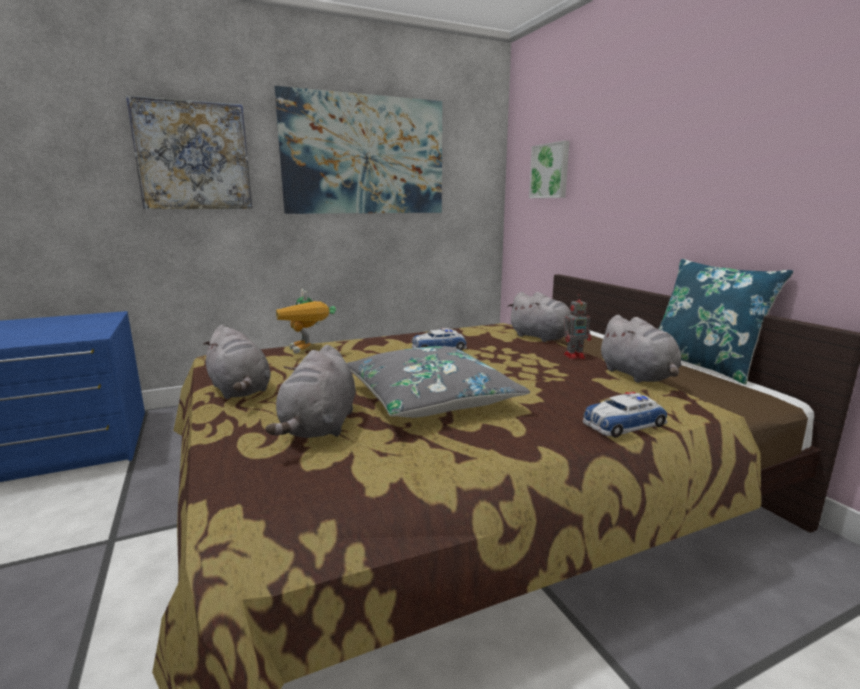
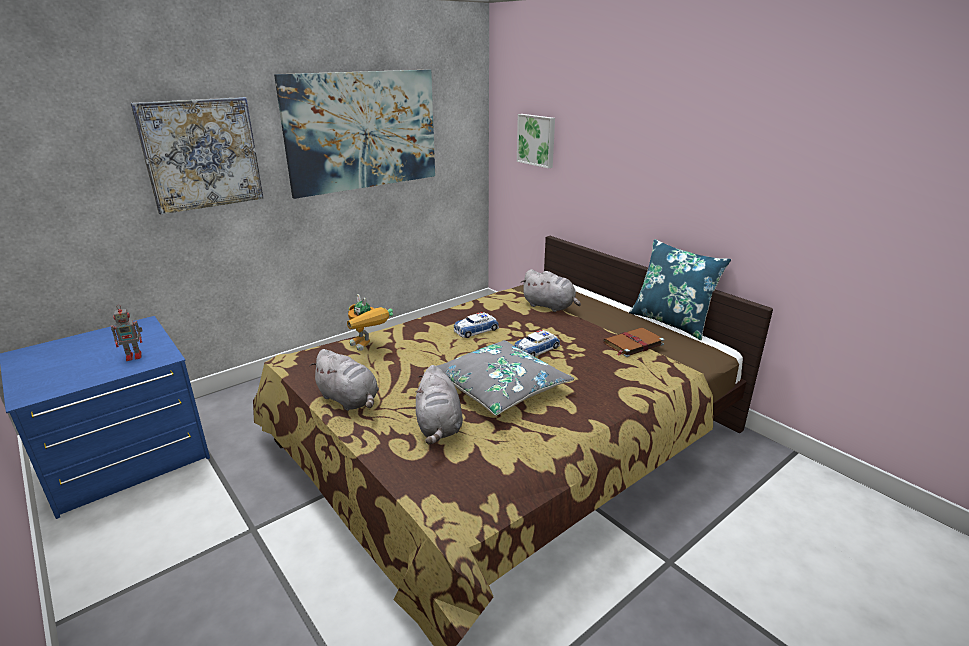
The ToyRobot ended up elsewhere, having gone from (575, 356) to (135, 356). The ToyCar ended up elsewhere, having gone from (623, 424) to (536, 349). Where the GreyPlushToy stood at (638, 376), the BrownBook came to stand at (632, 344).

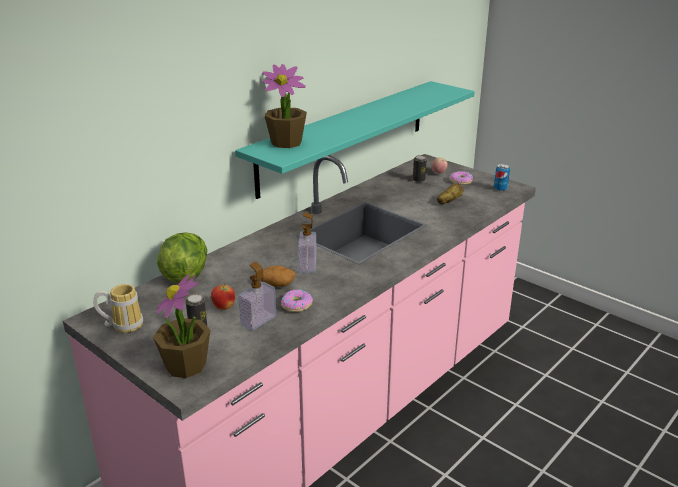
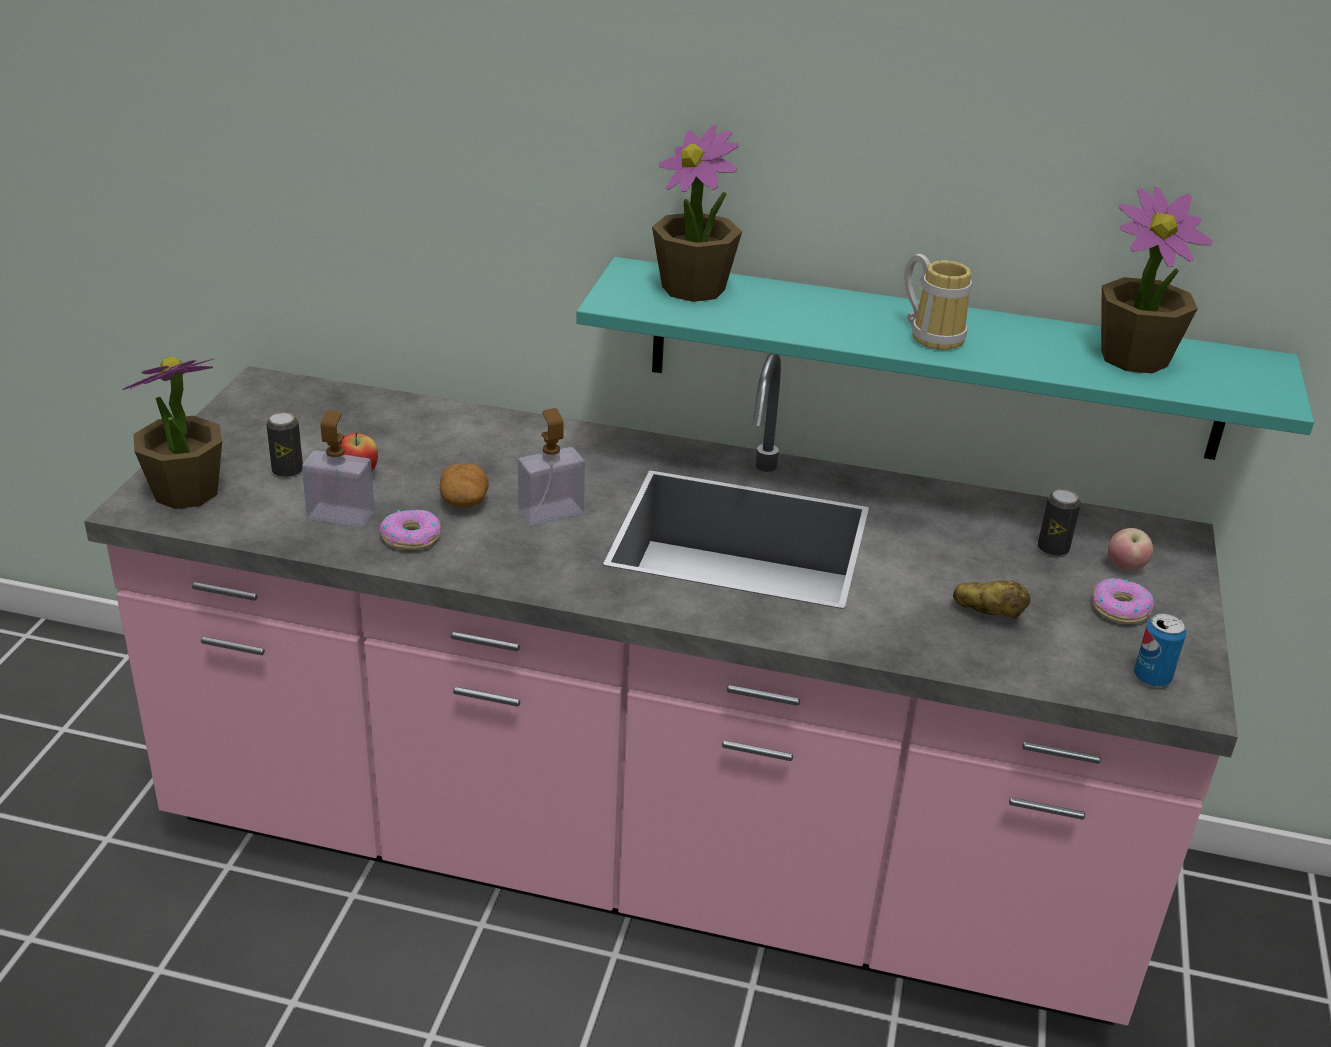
The Mug ended up elsewhere, having gone from (123, 324) to (933, 335). The second view lost the Lettuce at (186, 274). The second view gained the PottedPlant at (1134, 357).

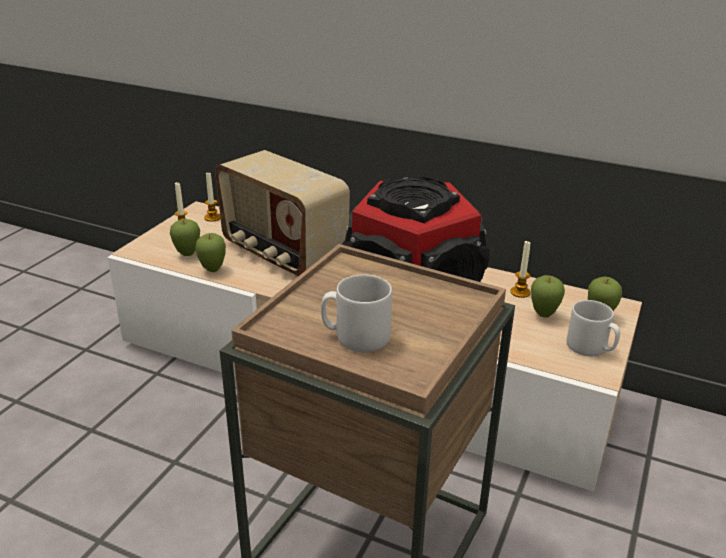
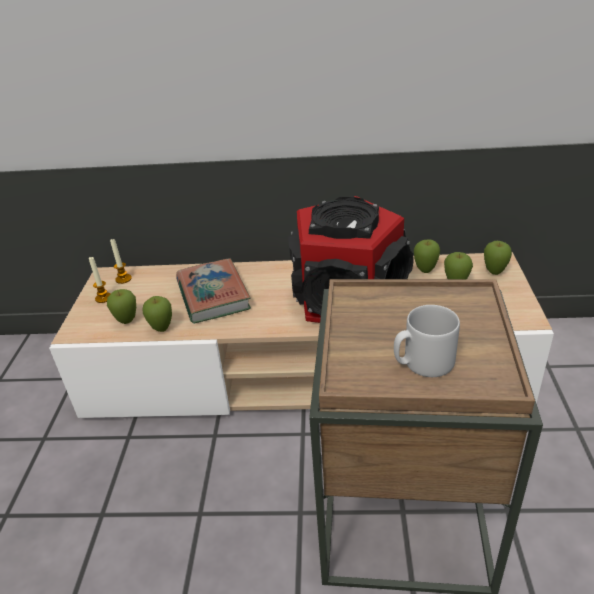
Where the Radio stood at (282, 254), the Book came to stand at (213, 295). Where the Candle stood at (520, 292), the Apple came to stand at (425, 271). The second view lost the GreyMug at (590, 348).

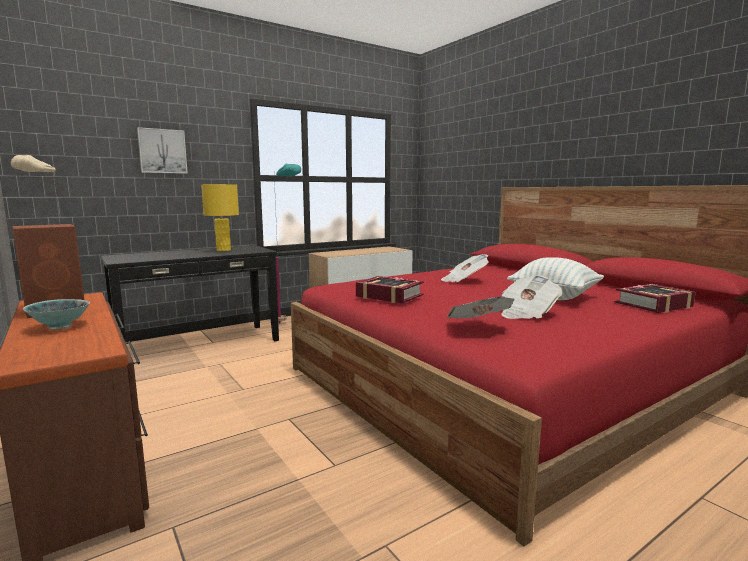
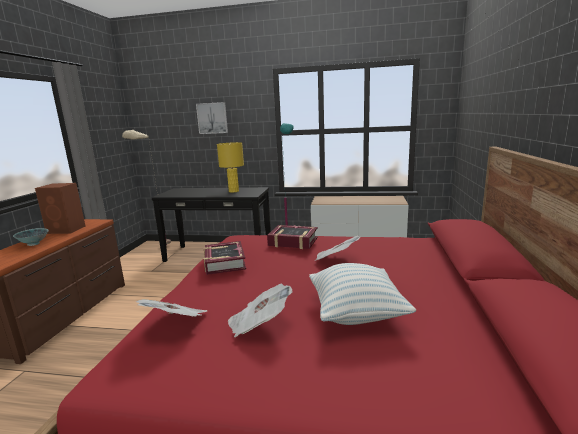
The Book ended up elsewhere, having gone from (654, 305) to (293, 241).

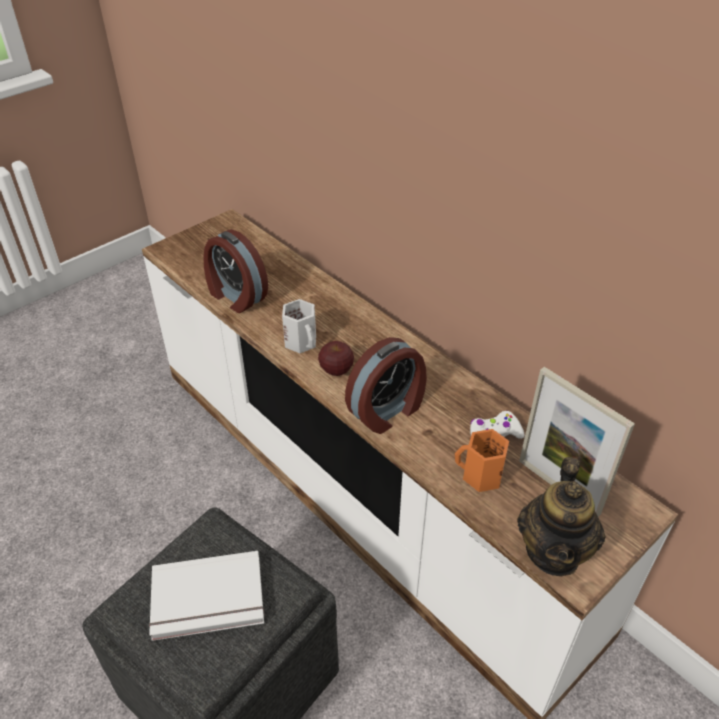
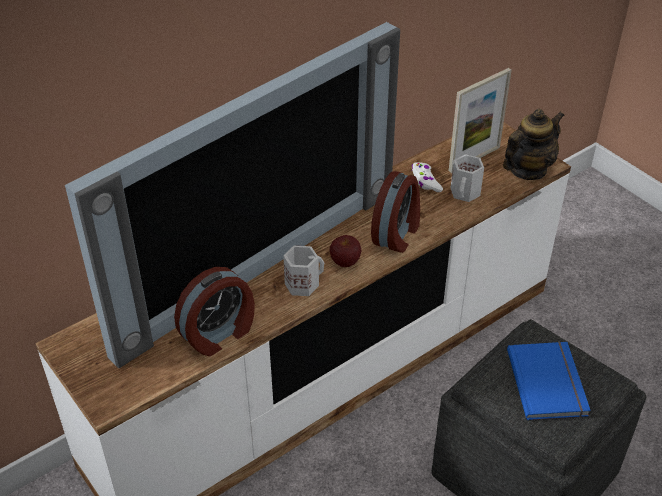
What was the WhiteBook at (208, 600) turned into the BlueBook at (549, 382). The AlarmClock at (388, 410) ended up facing another way, 60 degrees clockwise from before. What was the OrangeMug at (480, 476) turned into the WhiteMug at (465, 193). The Teapot at (554, 551) ended up facing another way, 60 degrees counterclockwise from before. The second view gained the Television at (252, 262).

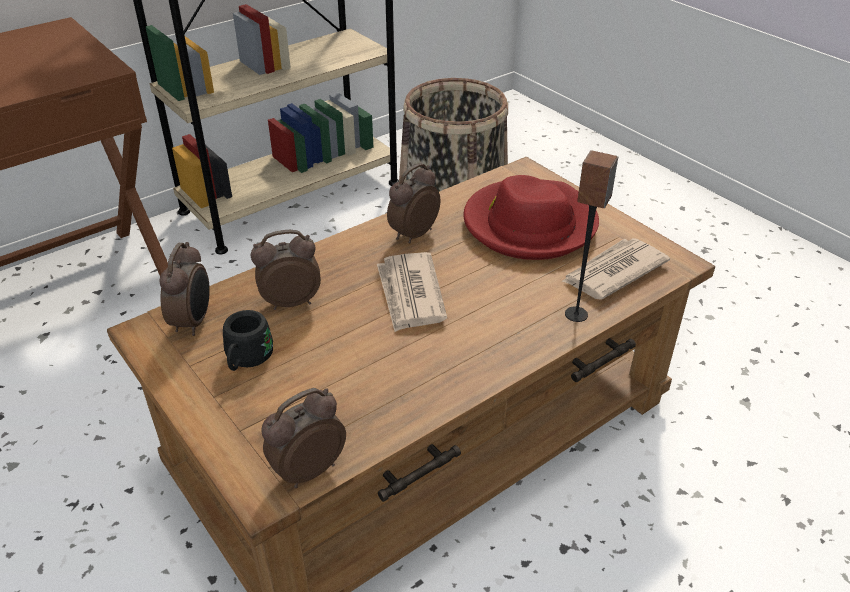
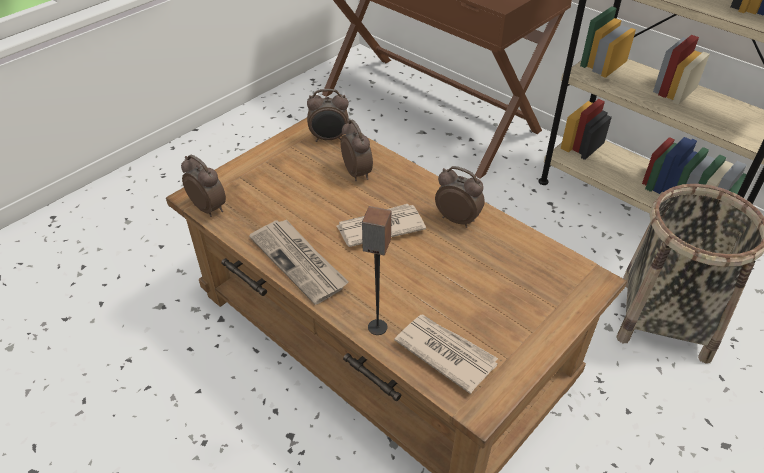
The second view lost the BlackMug at (246, 360). The second view lost the RedHat at (529, 224). The second view gained the Newspaper at (299, 262).

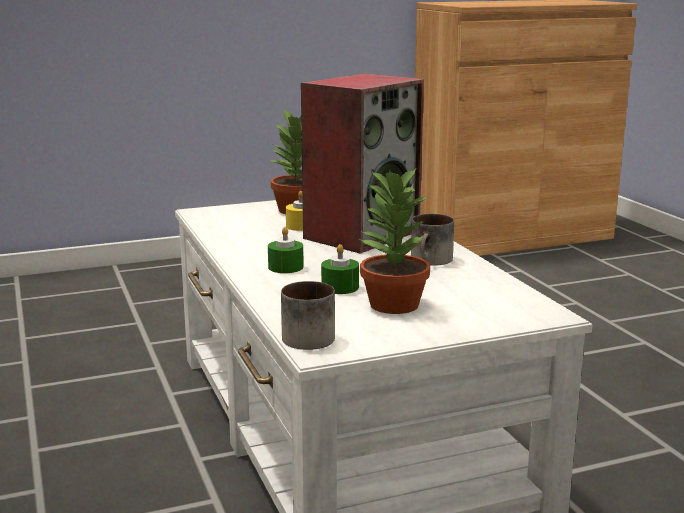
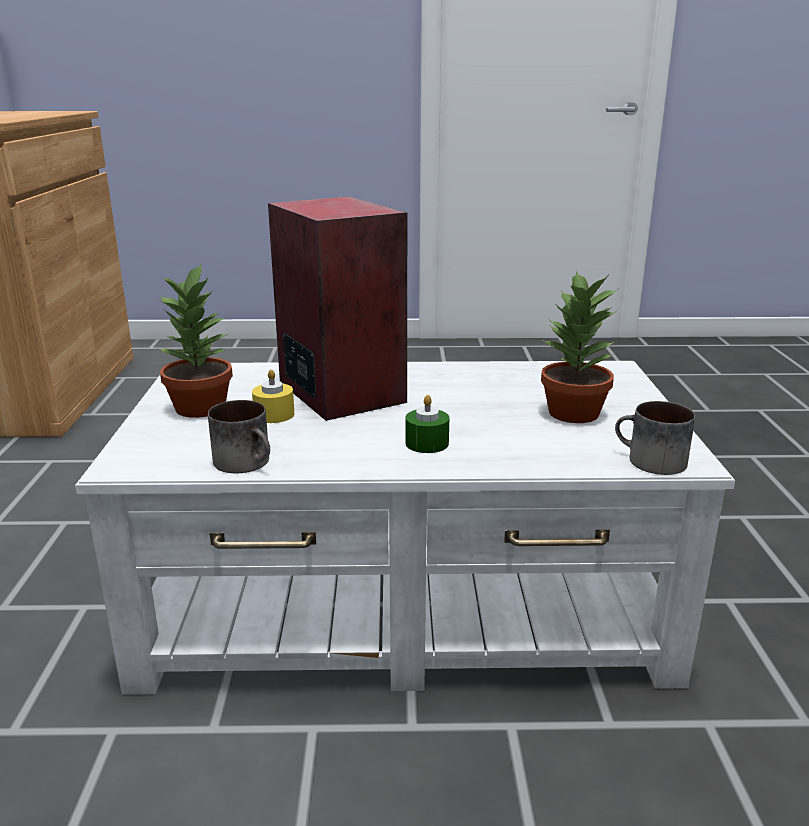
The second view lost the GreenCandle at (340, 287). The Mug ended up elsewhere, having gone from (431, 261) to (248, 462).

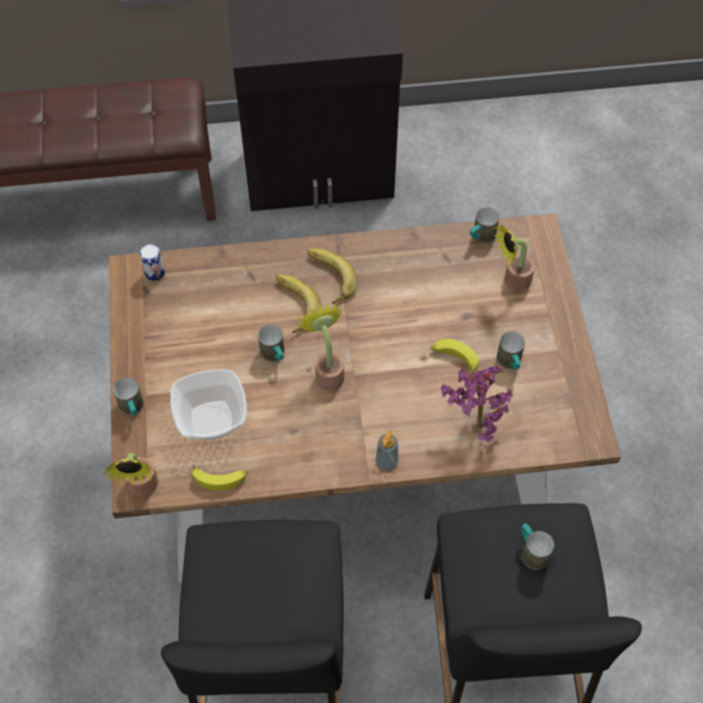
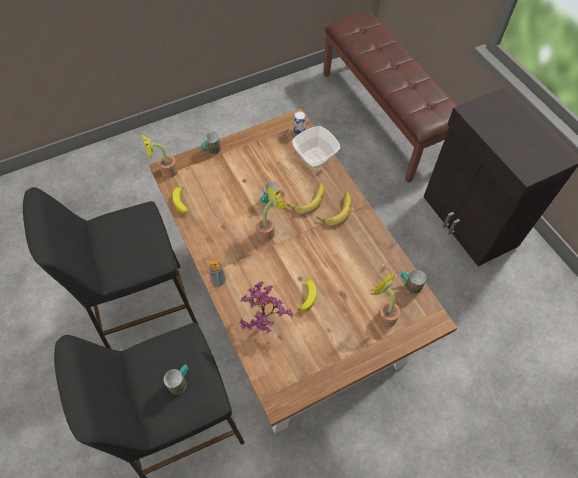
The Bowl ended up elsewhere, having gone from (211, 421) to (314, 157). The second view lost the Mug at (510, 363).

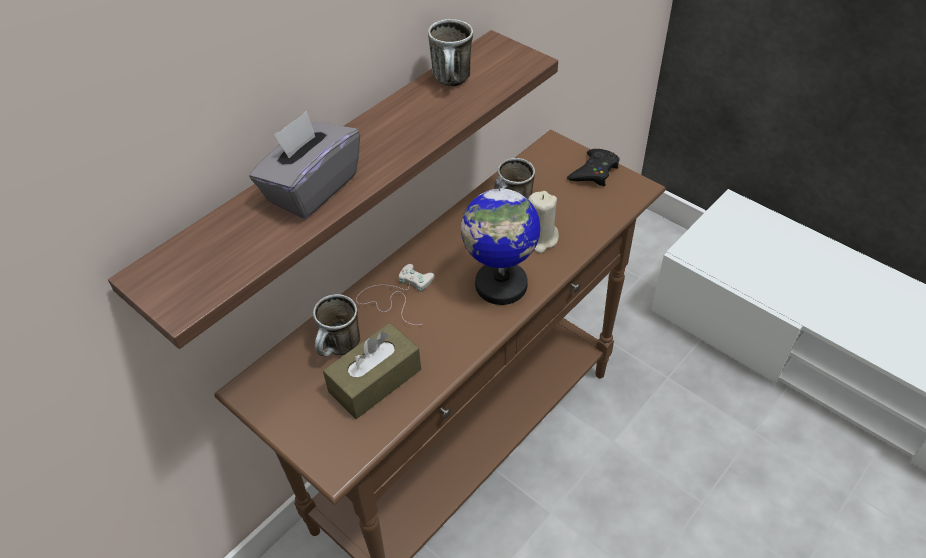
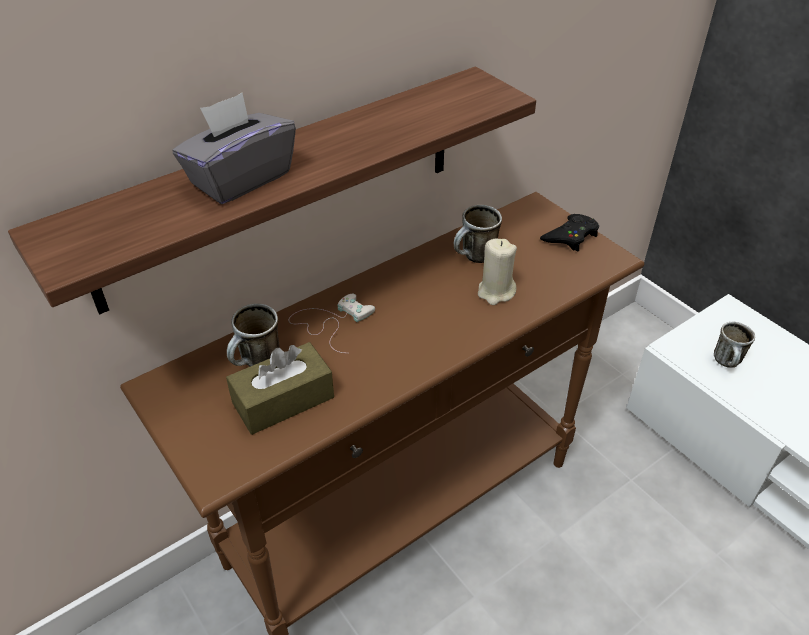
The Mug ended up elsewhere, having gone from (453, 82) to (728, 364). The second view lost the Globe at (500, 285).

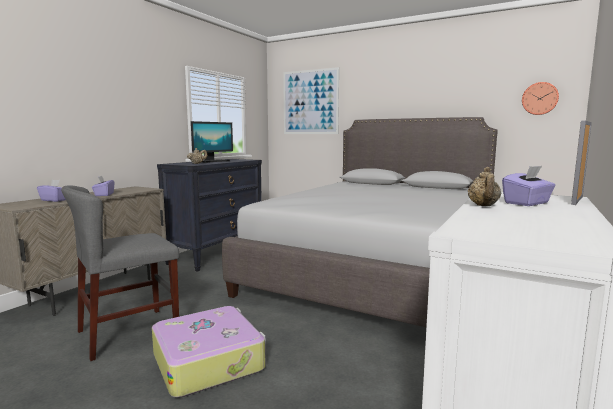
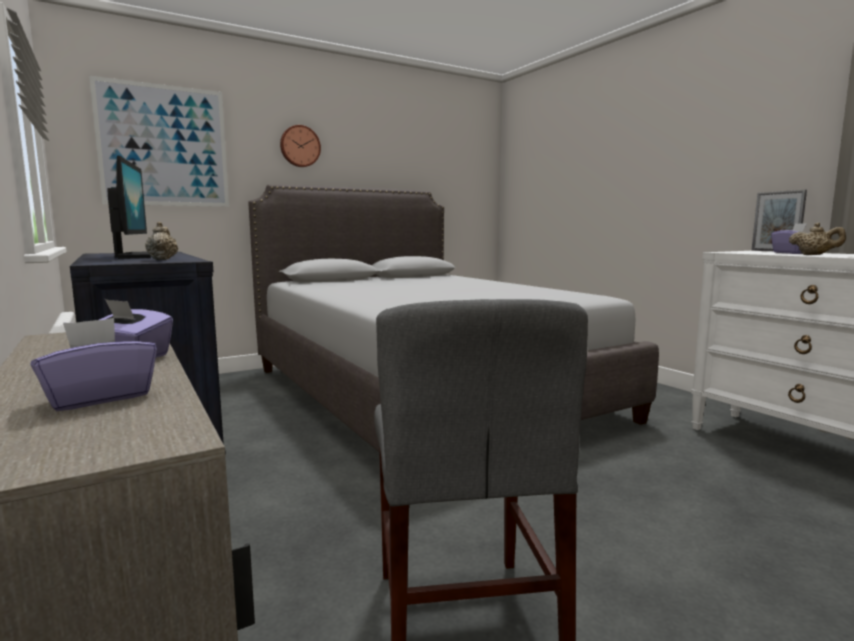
The second view lost the Suitcase at (209, 361). The WallClock ended up elsewhere, having gone from (539, 98) to (300, 146).

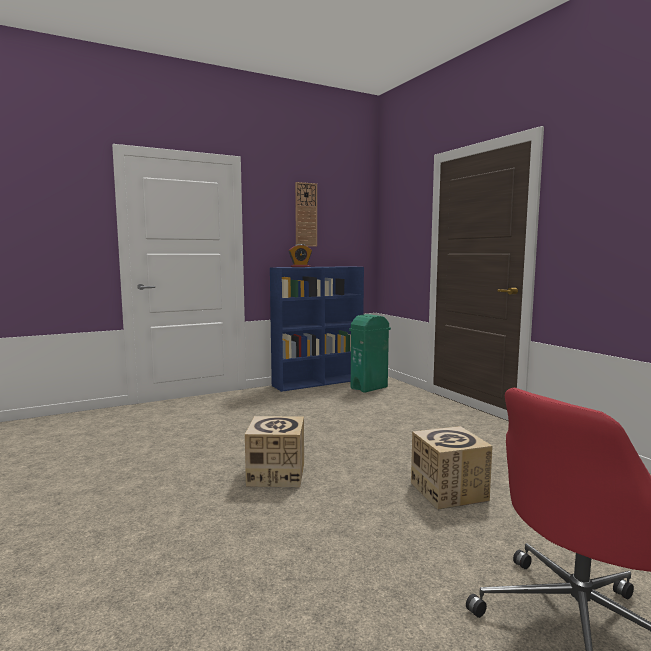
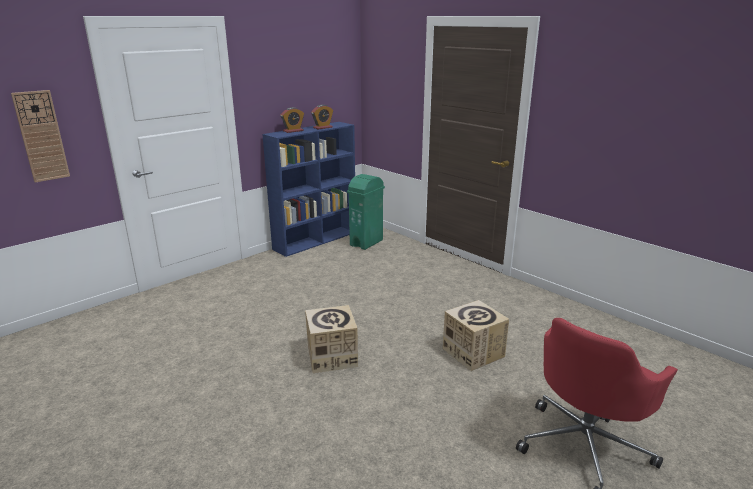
The WallClock ended up elsewhere, having gone from (306, 215) to (41, 136). The second view gained the AlarmClock at (323, 127).

